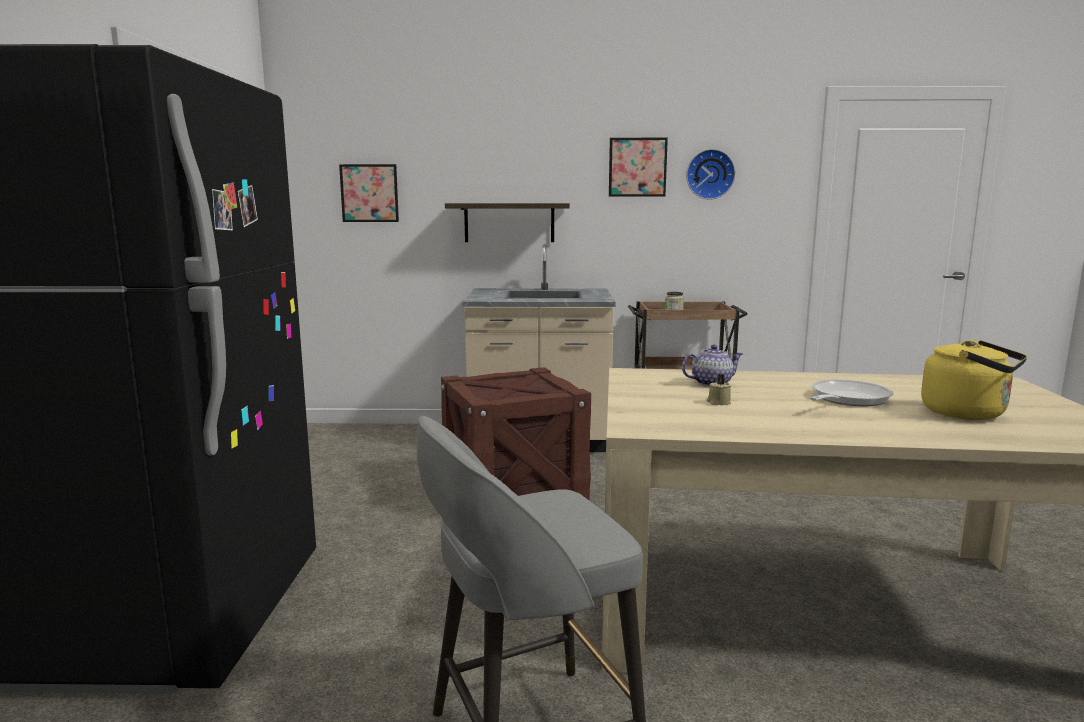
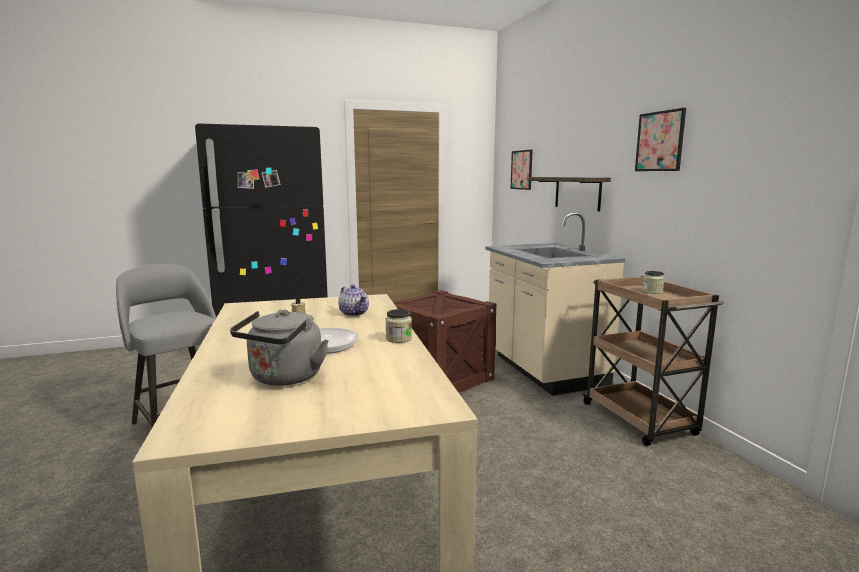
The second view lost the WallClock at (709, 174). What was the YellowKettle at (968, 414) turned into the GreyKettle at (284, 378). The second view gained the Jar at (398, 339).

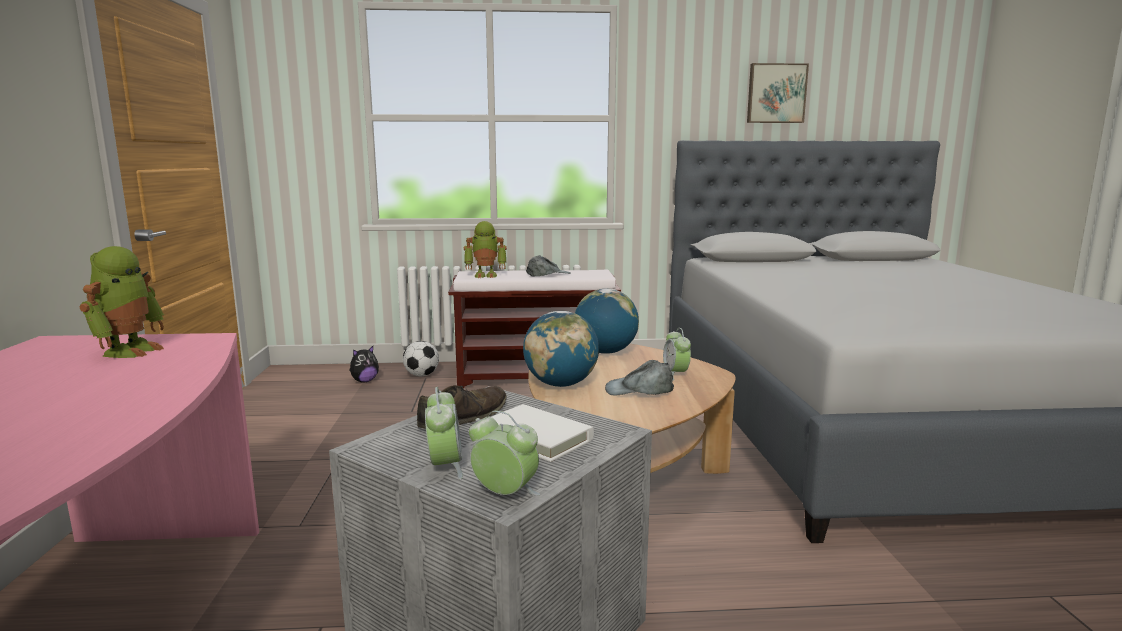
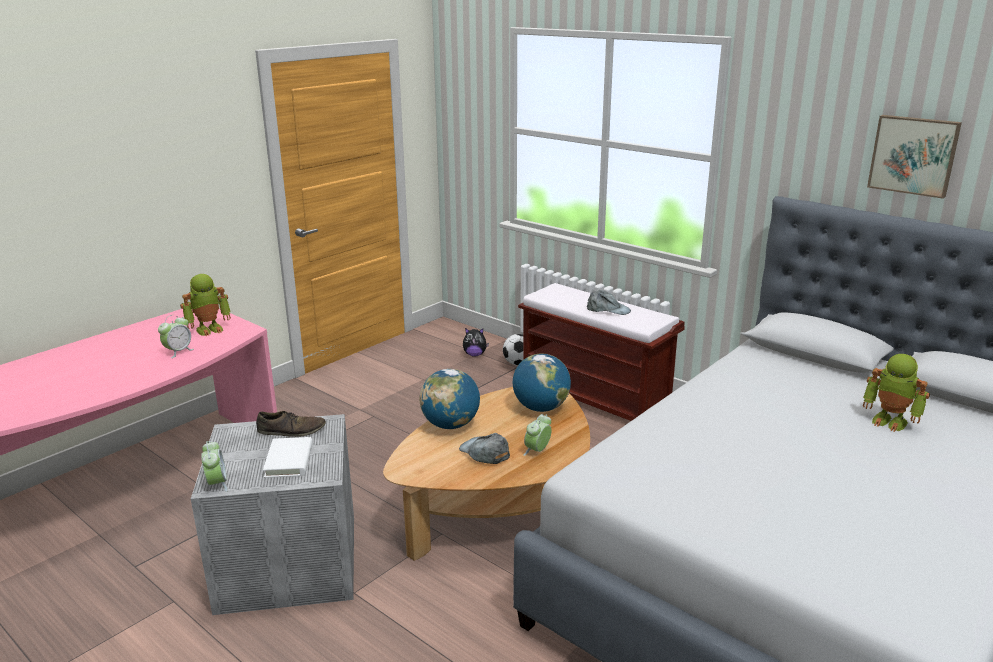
The AlarmClock ended up elsewhere, having gone from (445, 467) to (178, 352). The ToyRobot ended up elsewhere, having gone from (486, 275) to (890, 421).

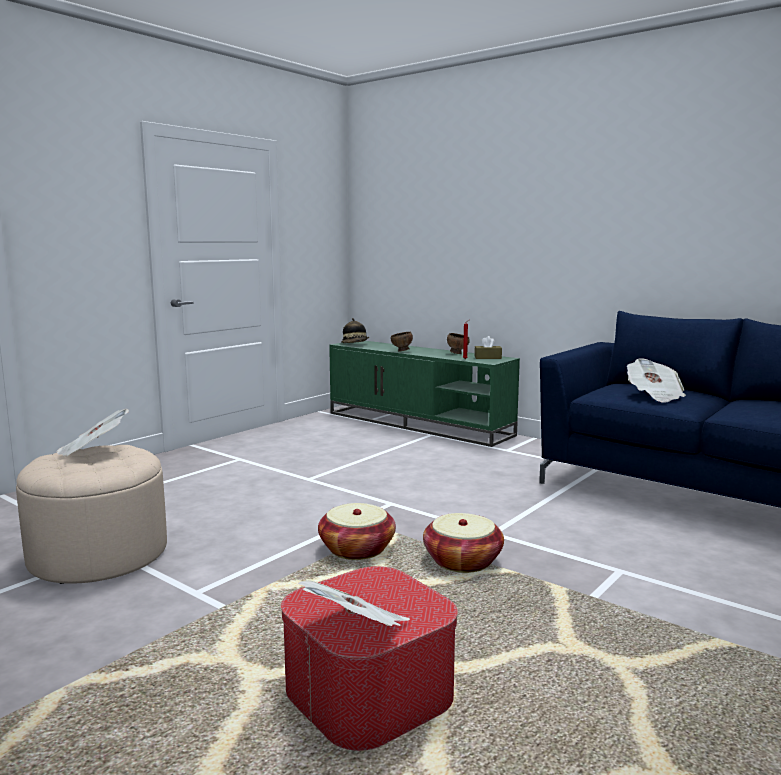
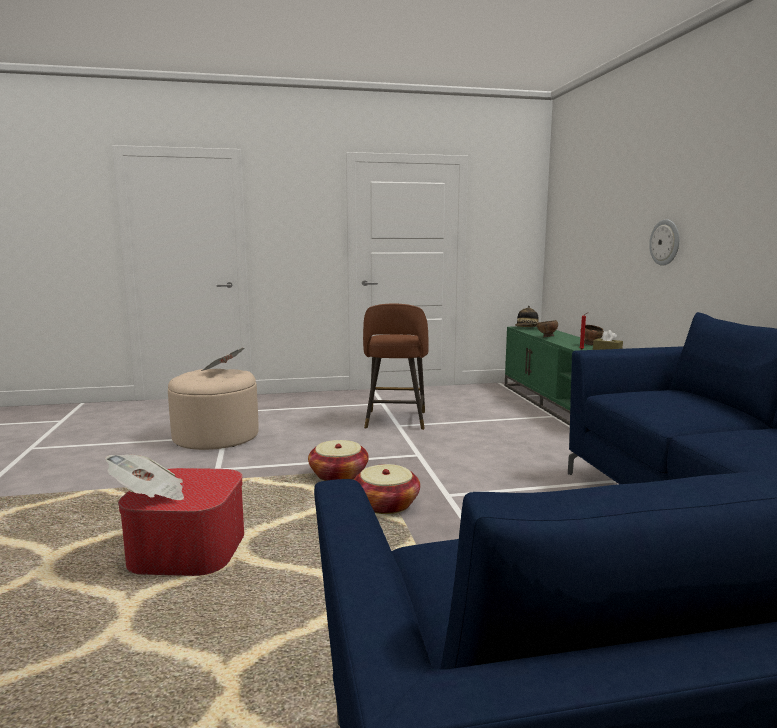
The second view lost the Newspaper at (654, 396). The second view gained the BrownStool at (395, 421). The second view gained the WallClock at (665, 242).

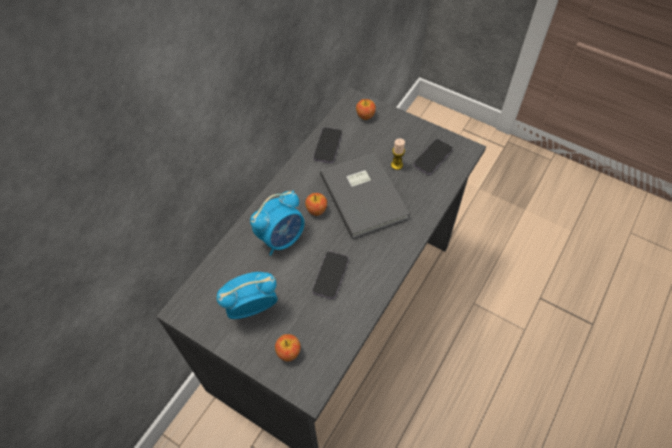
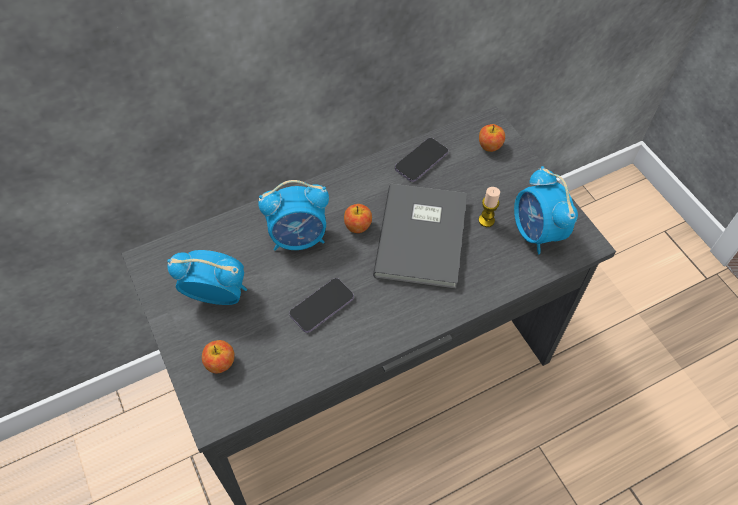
Where the Phone stood at (432, 158), the AlarmClock came to stand at (536, 233).

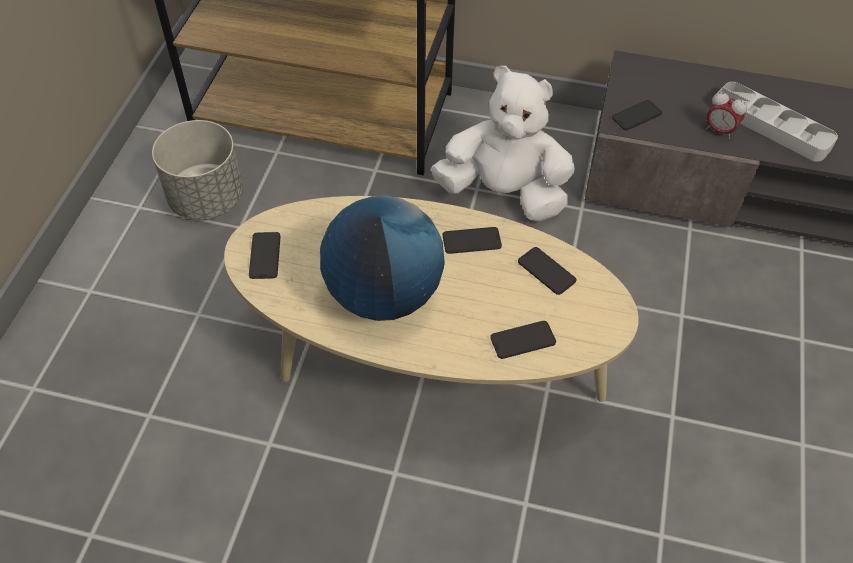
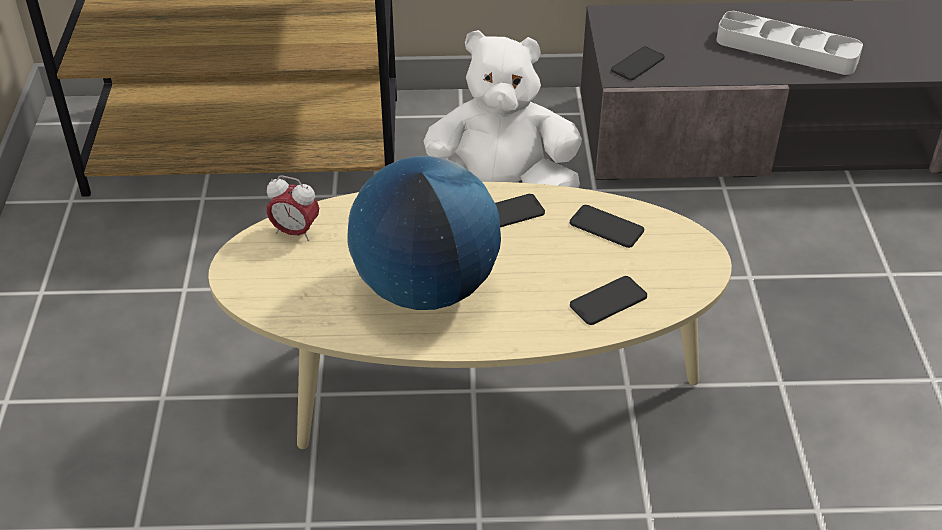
The second view lost the GreyPlanter at (206, 198). The second view lost the Phone at (265, 256). The AlarmClock ended up elsewhere, having gone from (719, 130) to (295, 232).

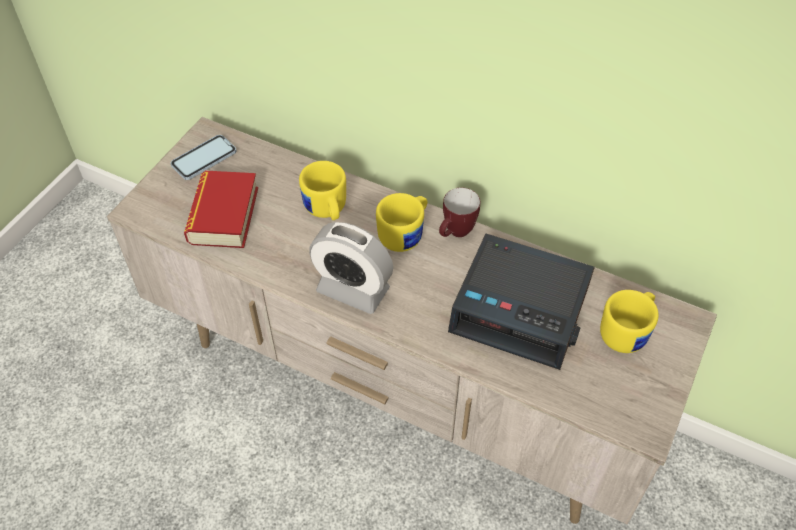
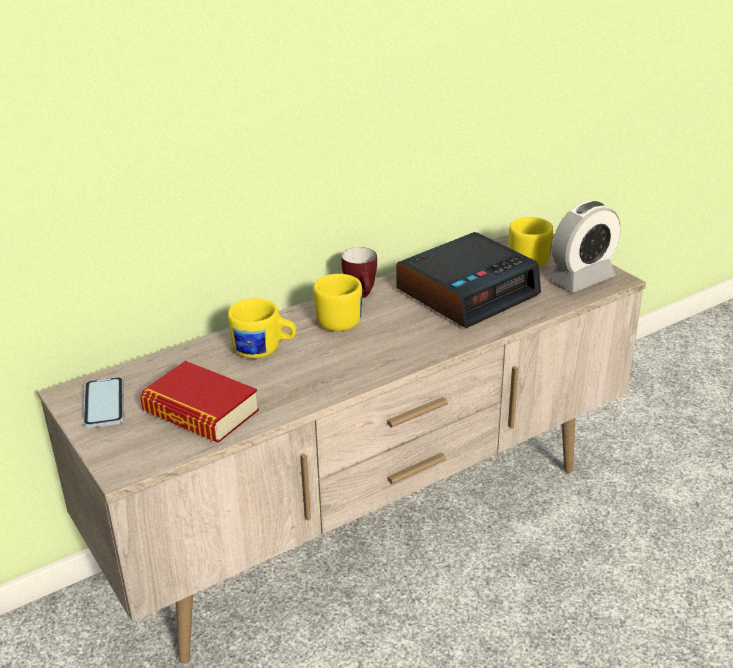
The AlarmClock ended up elsewhere, having gone from (353, 290) to (582, 279).

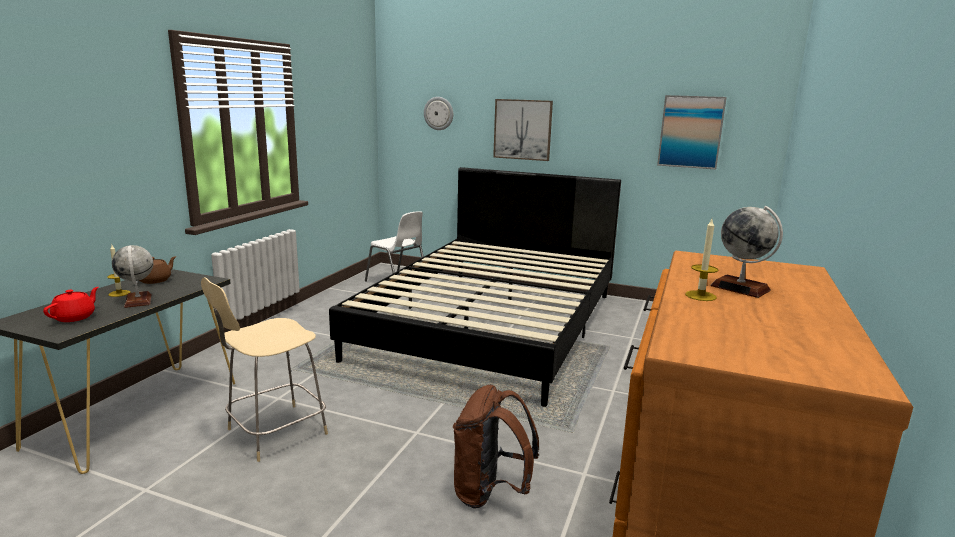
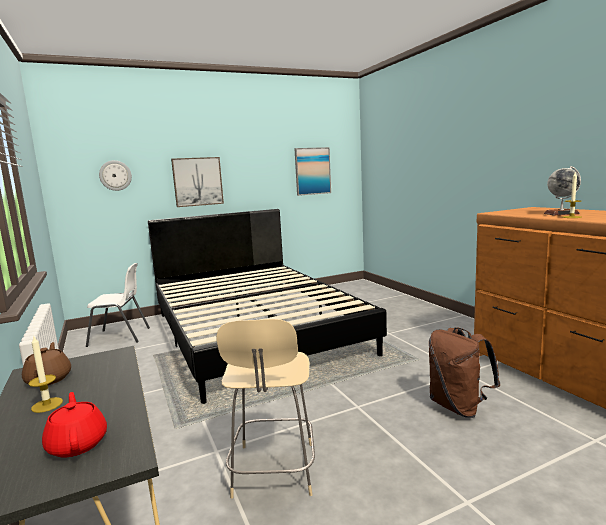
The second view lost the Globe at (138, 301).

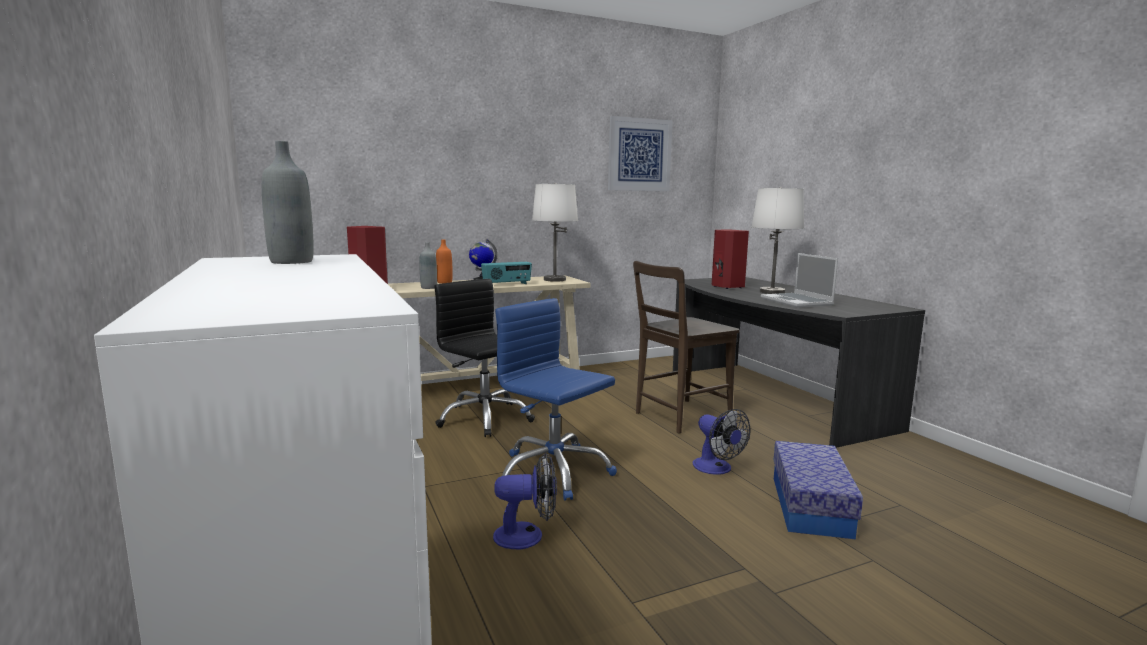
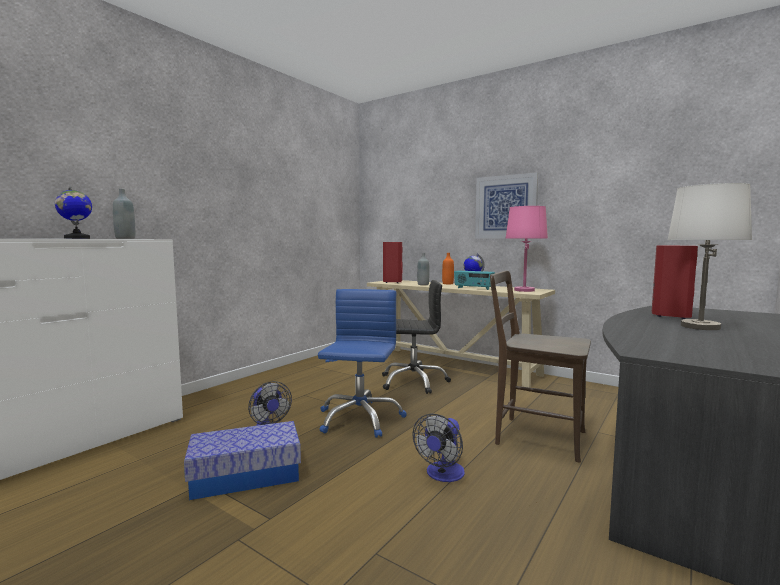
The BlackOfficeChair at (484, 418) ended up facing another way, 75 degrees clockwise from before. What was the WhiteTableLamp at (554, 280) turned into the PinkTableLamp at (524, 290). The Picture ended up elsewhere, having gone from (639, 155) to (505, 207). The second view lost the Laptop at (797, 302). The StorageBox ended up elsewhere, having gone from (810, 506) to (246, 476). The second view gained the Globe at (77, 238).

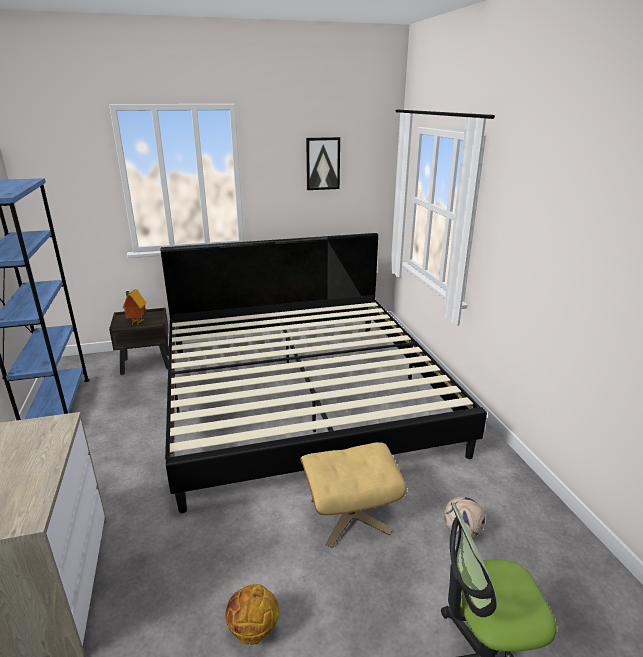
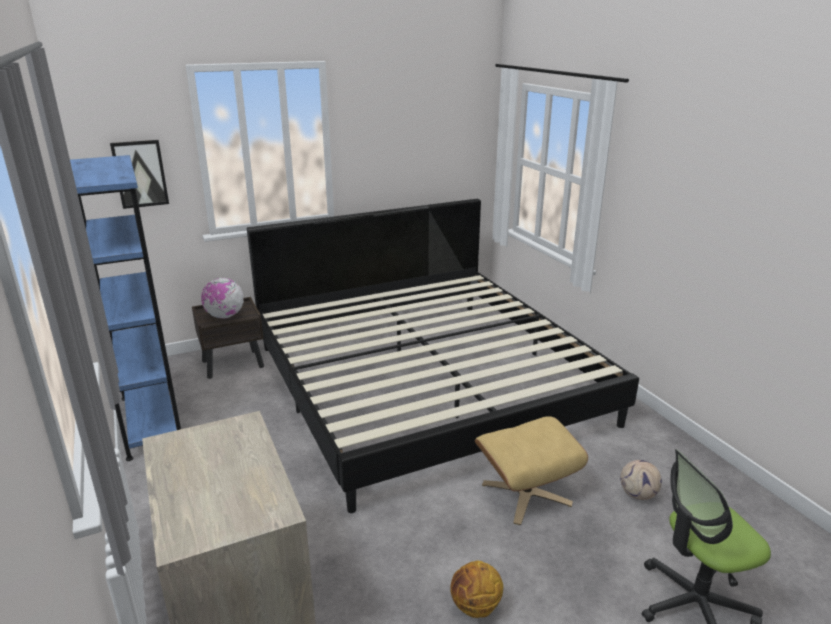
Where the ToyHouse stood at (136, 322), the Globe came to stand at (225, 316). The Picture ended up elsewhere, having gone from (322, 163) to (140, 174).

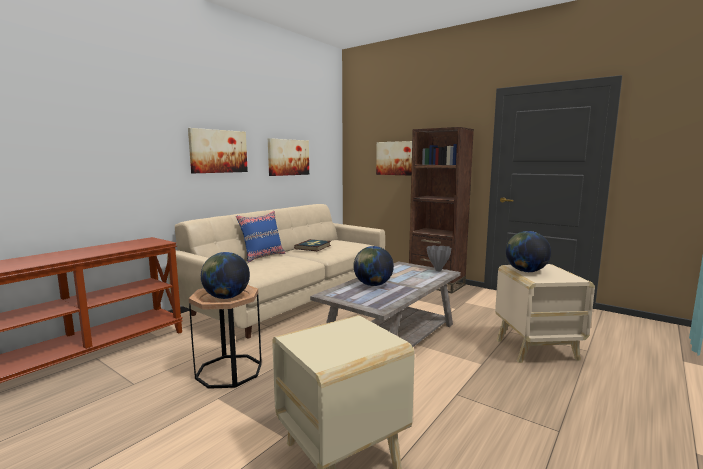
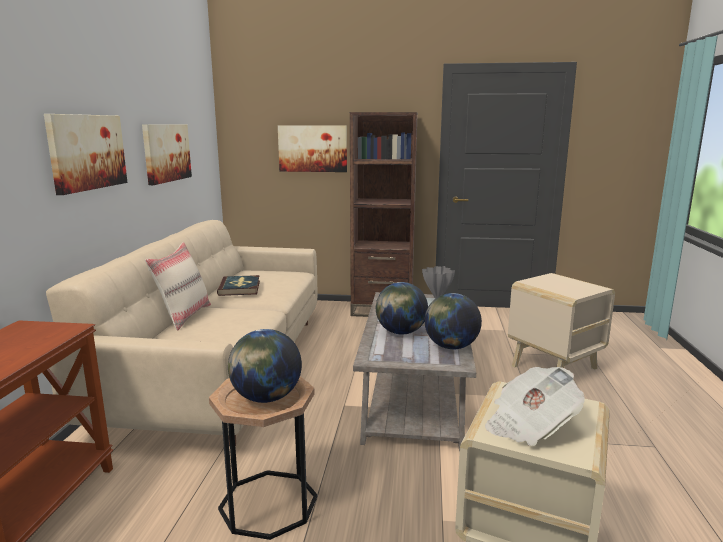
What was the BluePillow at (262, 256) turned into the BeigePillow at (184, 316). The Globe ended up elsewhere, having gone from (525, 271) to (451, 347). The second view gained the Newspaper at (529, 425).

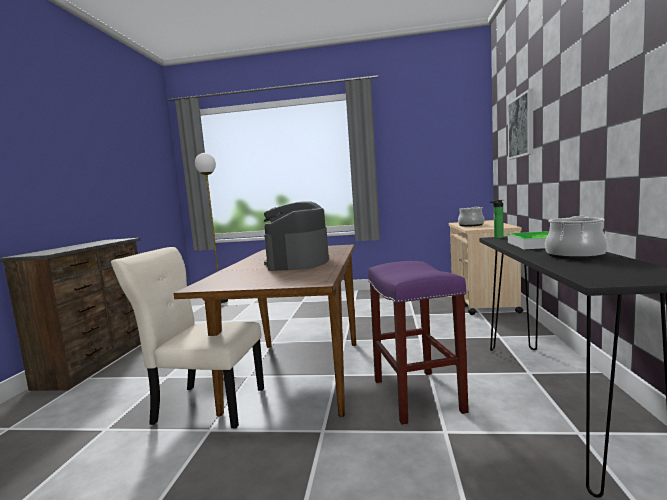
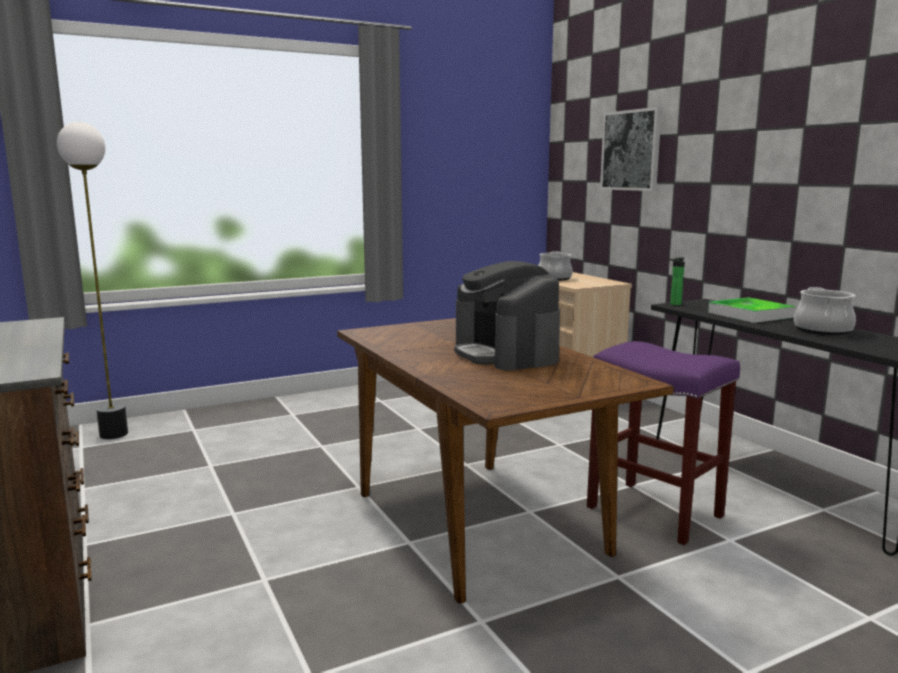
The second view lost the BeigeChair at (206, 405).

